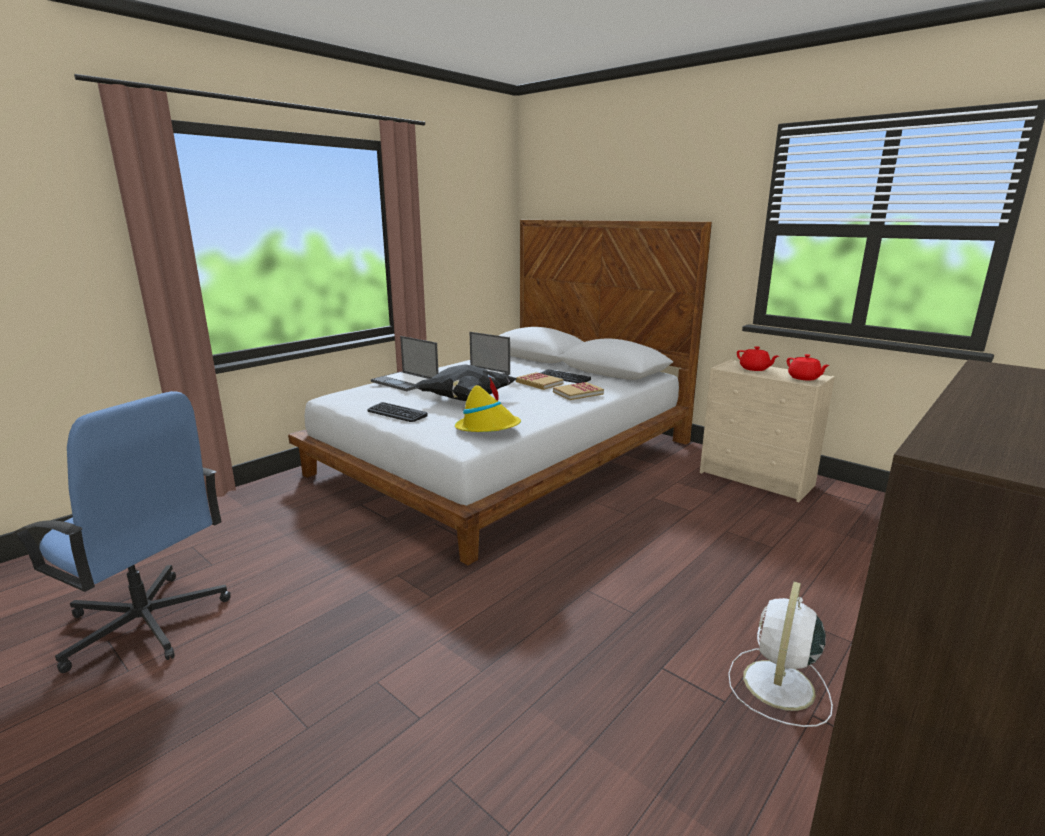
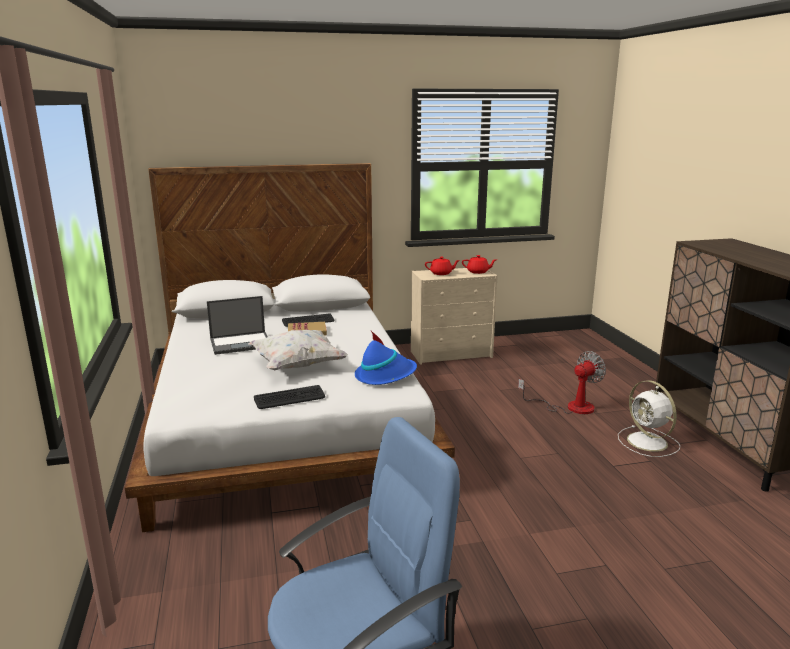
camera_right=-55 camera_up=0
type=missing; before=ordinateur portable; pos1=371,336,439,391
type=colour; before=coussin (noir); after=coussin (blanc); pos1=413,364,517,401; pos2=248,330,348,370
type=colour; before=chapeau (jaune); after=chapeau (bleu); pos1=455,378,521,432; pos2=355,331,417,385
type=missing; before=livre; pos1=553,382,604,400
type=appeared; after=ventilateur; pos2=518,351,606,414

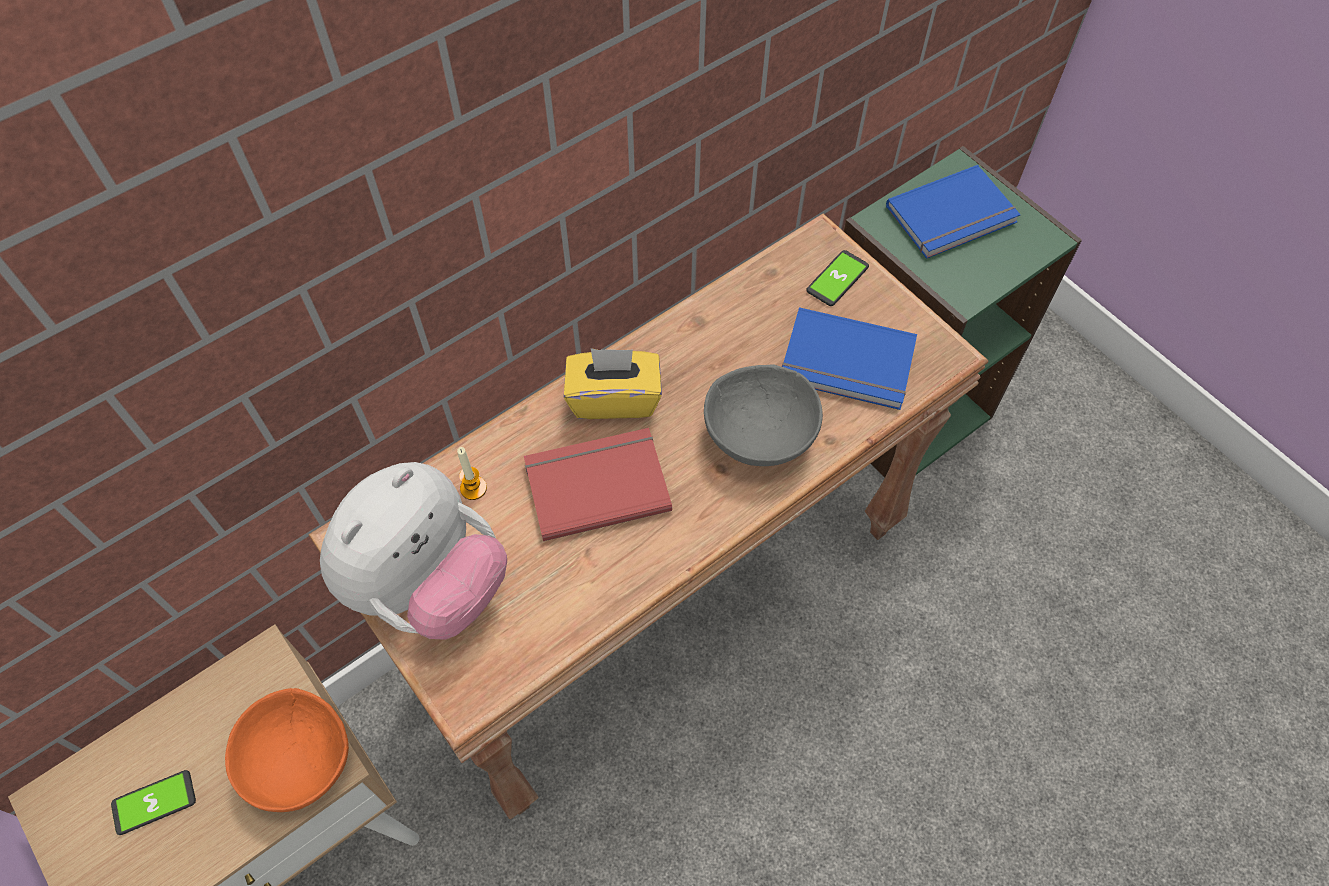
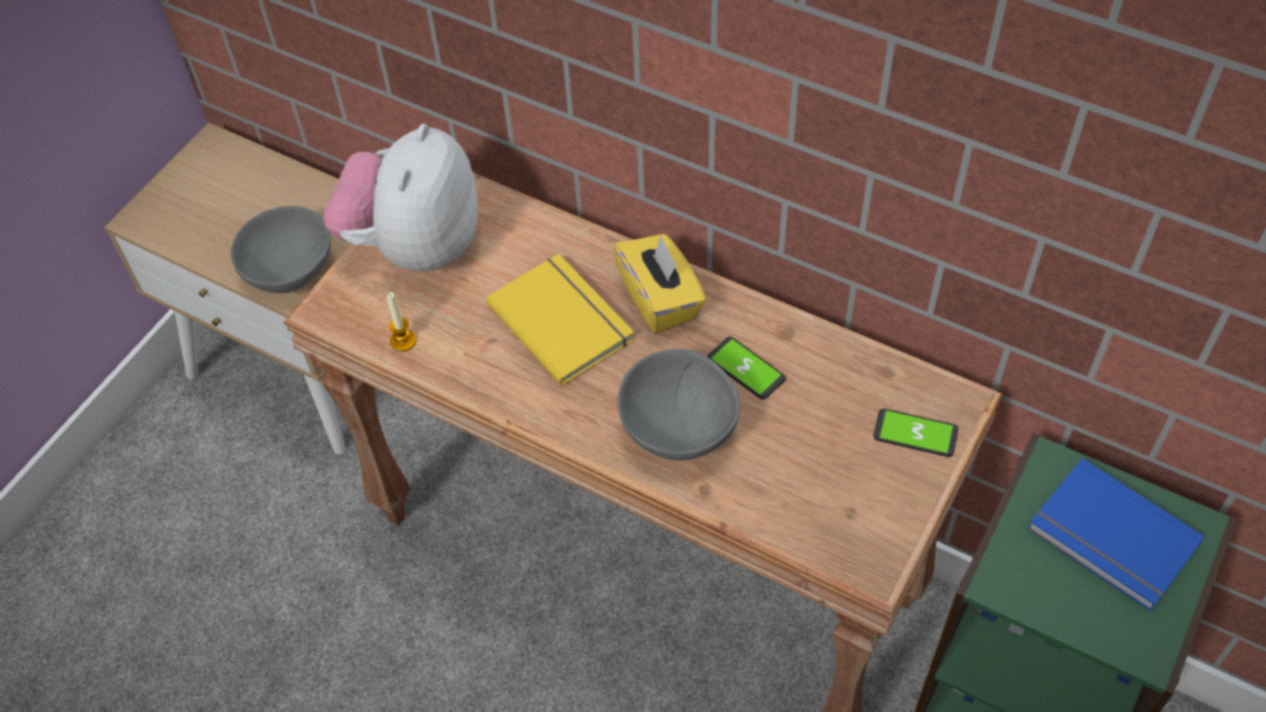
camera_right=70 camera_up=-5
type=missing; before=livre (bleu); pos1=782,307,917,410
type=colour; before=livre (rouge); after=livre (jaune); pos1=524,428,672,541; pos2=486,253,635,386
type=relocated; before=bougie; pos1=457,447,487,500; pos2=387,292,416,352
type=spun; before=peluche; pos1=320,462,507,640; pos2=323,124,478,272; turn=90
type=colour; before=bol (orange); after=bol (gris); pos1=225,688,349,812; pos2=231,206,331,293
type=relocated; before=téléphone; pos1=111,770,196,835; pos2=707,337,786,400

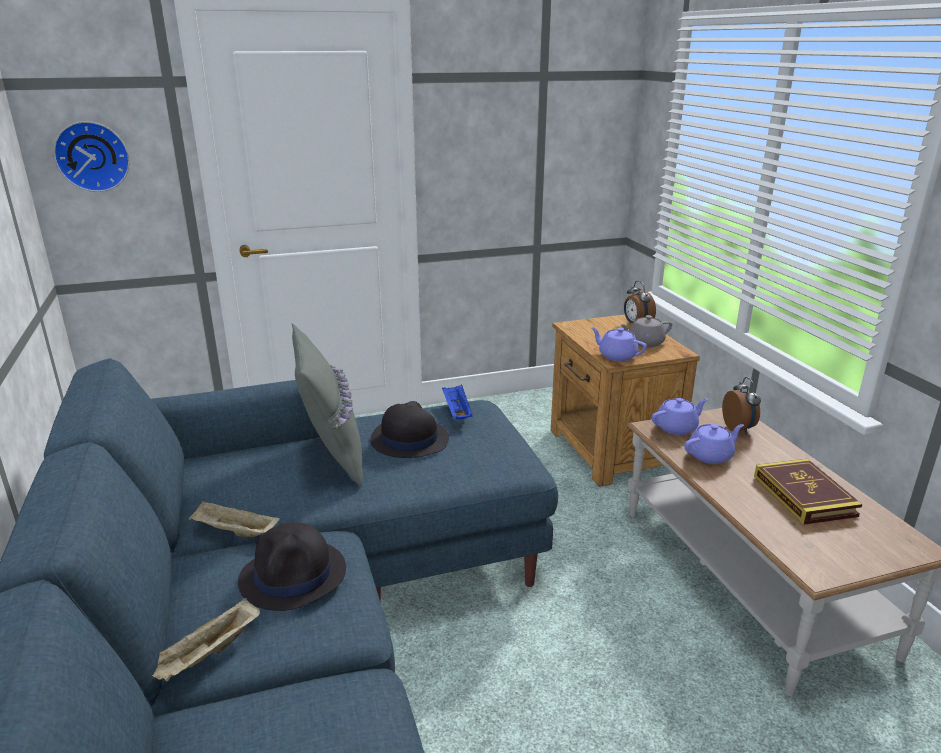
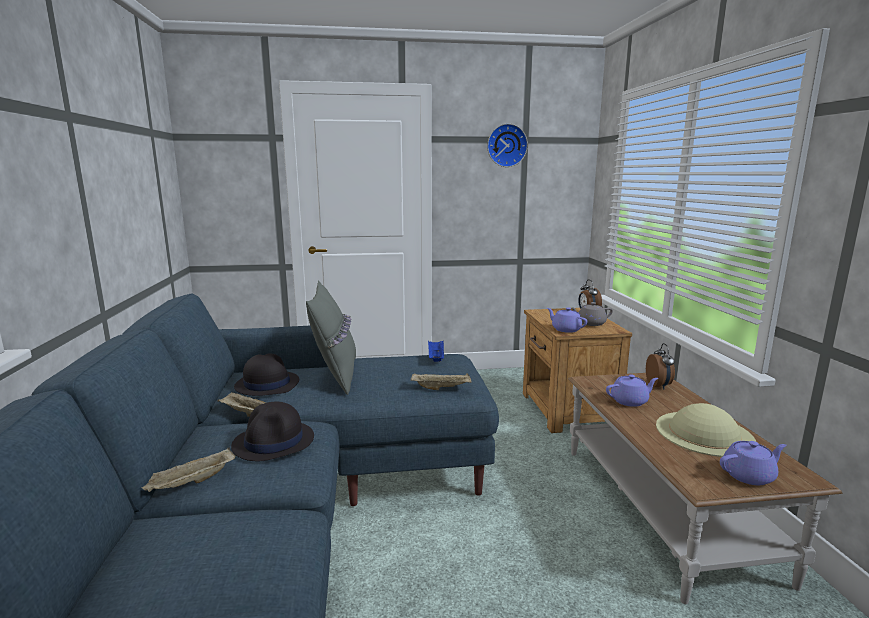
camera_right=10 camera_up=-10
type=relocated; before=horloge murale; pos1=53,121,130,192; pos2=487,124,528,167
type=relocated; before=théière (violet); pos1=652,398,708,435; pos2=720,441,787,485
type=relocated; before=chapeau (noir); pos1=370,401,449,458; pos2=234,353,299,396
type=exchanged; before=livre; after=chapeau (beige); pos1=754,459,862,525; pos2=656,403,756,457
type=appeared; after=plateau (beige); pos2=411,373,472,390

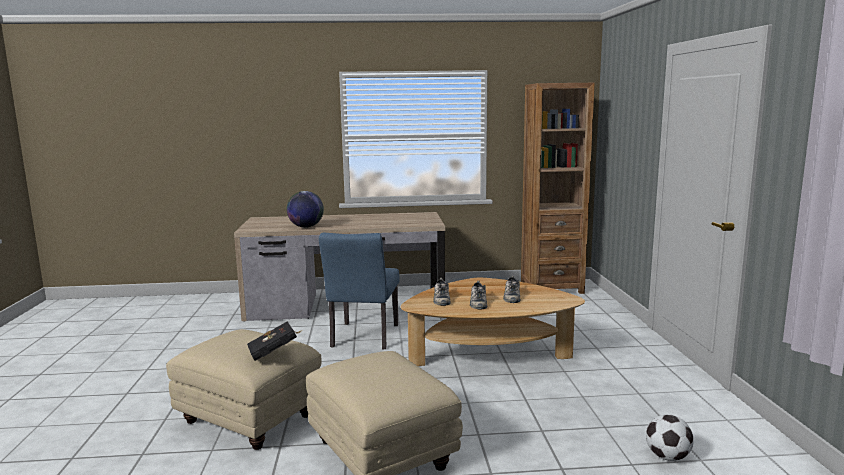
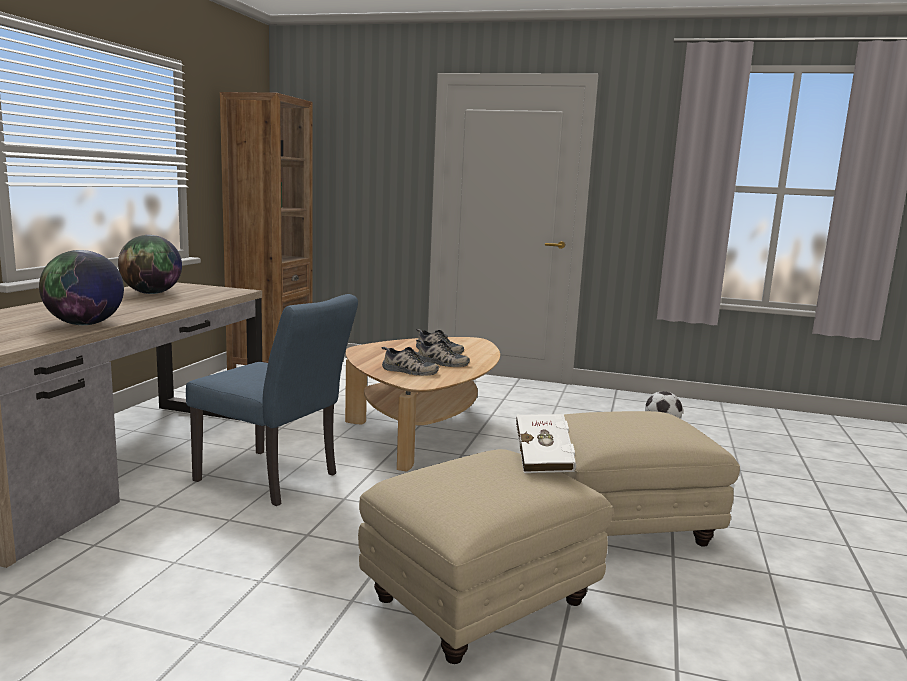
camera_right=-70 camera_up=0
type=colour; before=livre (noir); after=livre (blanc); pos1=247,321,302,361; pos2=516,414,576,473
type=appeared; after=globe; pos2=118,235,182,294

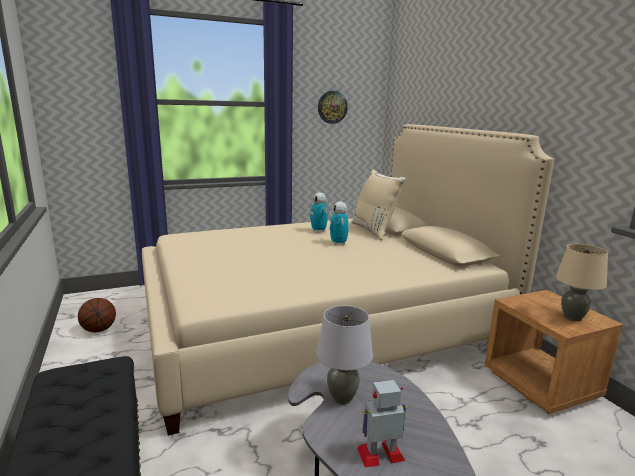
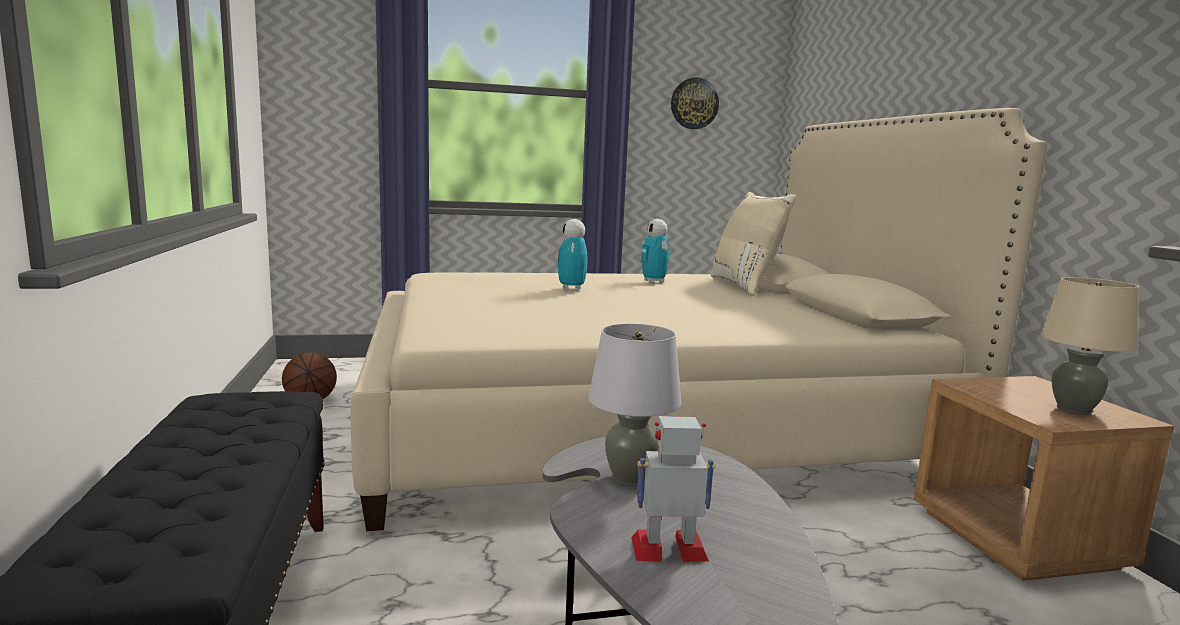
camera_right=10 camera_up=-5
type=relocated; before=robot jouet; pos1=329,202,349,245; pos2=557,219,587,290

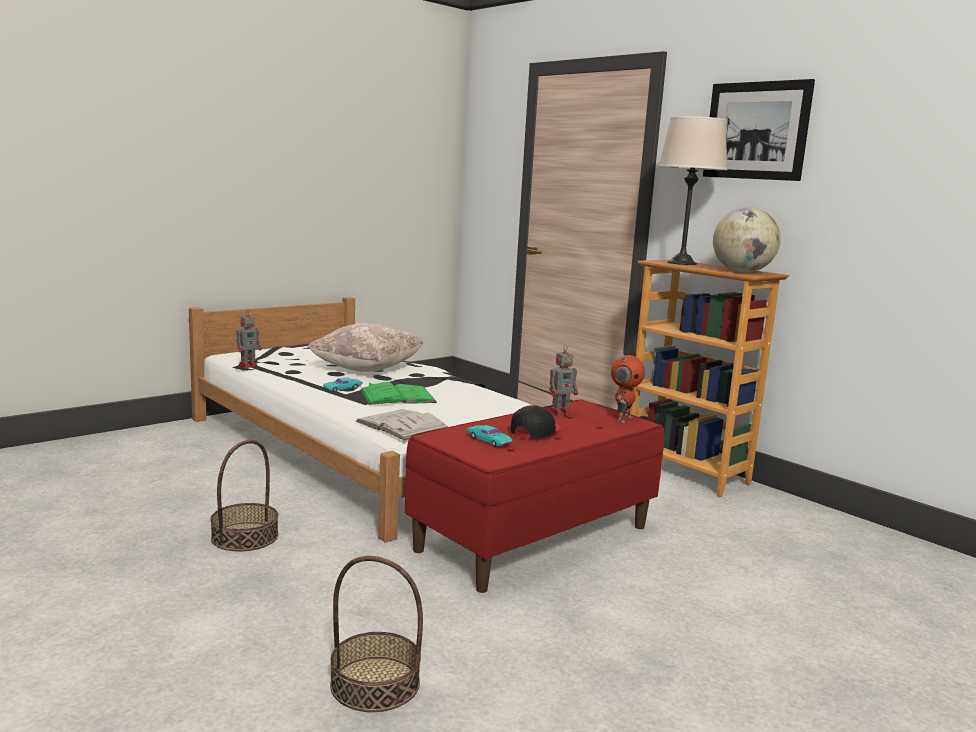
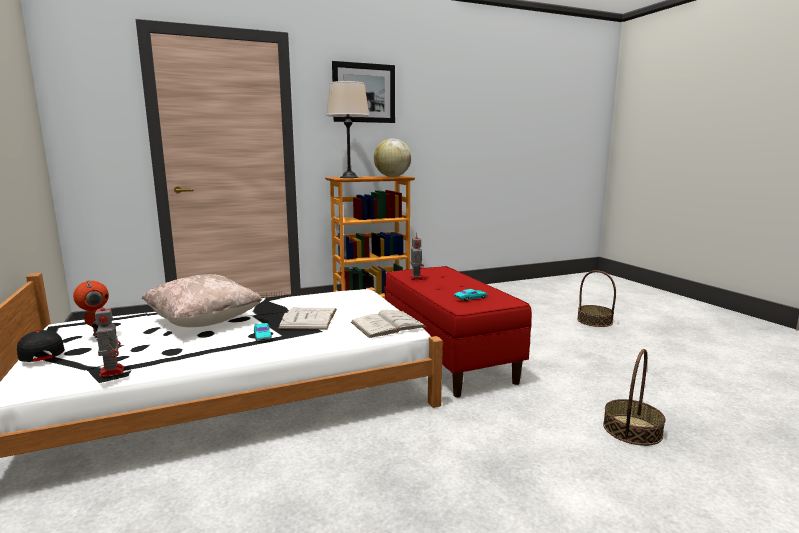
camera_right=-70 camera_up=0
type=relocated; before=robot jouet; pos1=611,352,645,423; pos2=73,280,109,341
type=colour; before=livre (vert); after=livre (blanc); pos1=360,382,437,405; pos2=278,308,337,329
type=relocated; before=casquette (noir); pos1=510,405,562,438; pos2=17,330,65,362
type=relocated; before=panier; pos1=210,440,279,552; pos2=577,270,616,327

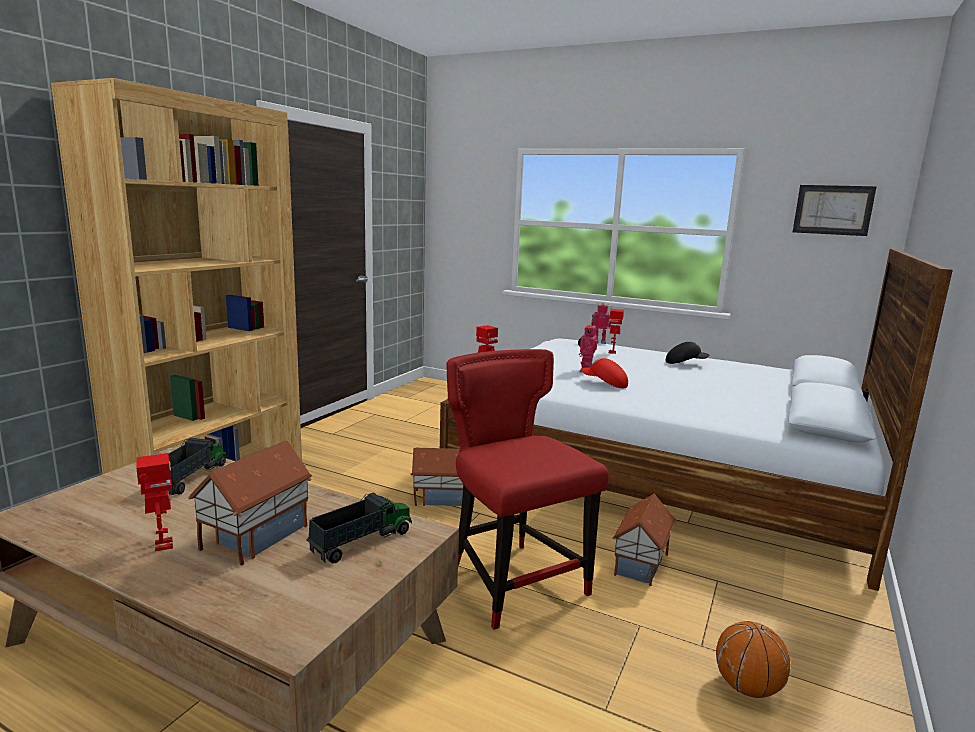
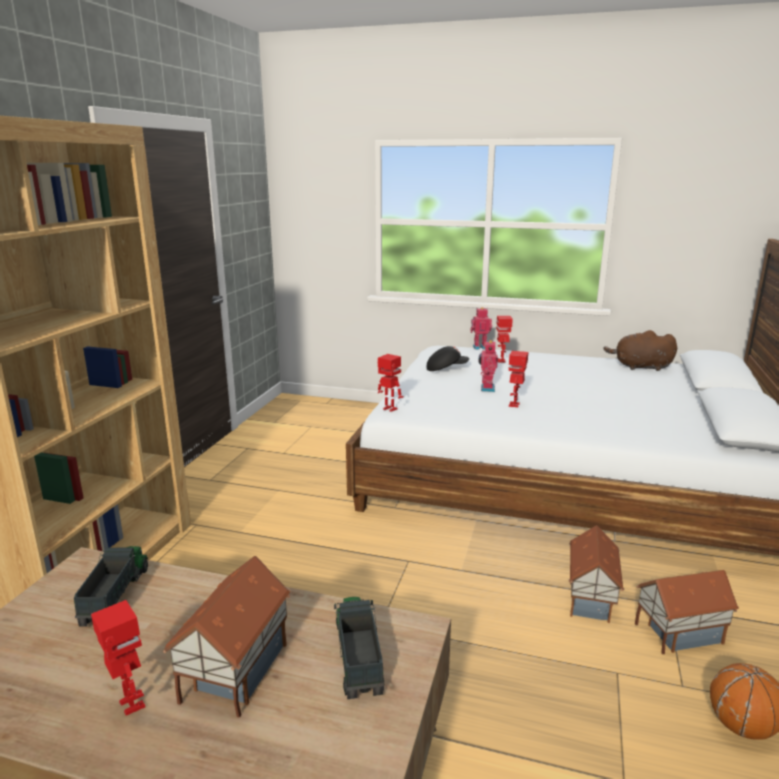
camera_right=-10 camera_up=5
type=missing; before=tableau; pos1=793,185,877,236
type=relocated; before=casquette (noir); pos1=665,342,709,364; pos2=427,346,469,371
type=missing; before=chaise (rouge); pos1=447,349,609,630
type=exchanged; before=casquette (rouge); after=robot jouet; pos1=582,358,628,388; pos2=508,351,528,407
type=relocated; before=maison miniature; pos1=410,448,463,506; pos2=635,570,739,654
type=spun; before=camion jouet; pos1=306,492,412,563; pos2=334,597,384,699; turn=-45
type=appeared; after=peluche (marron); pos2=604,330,677,371

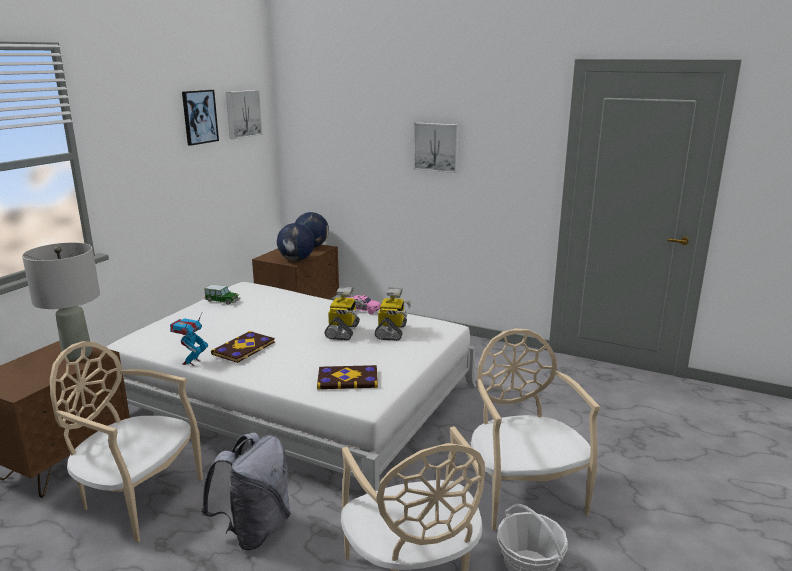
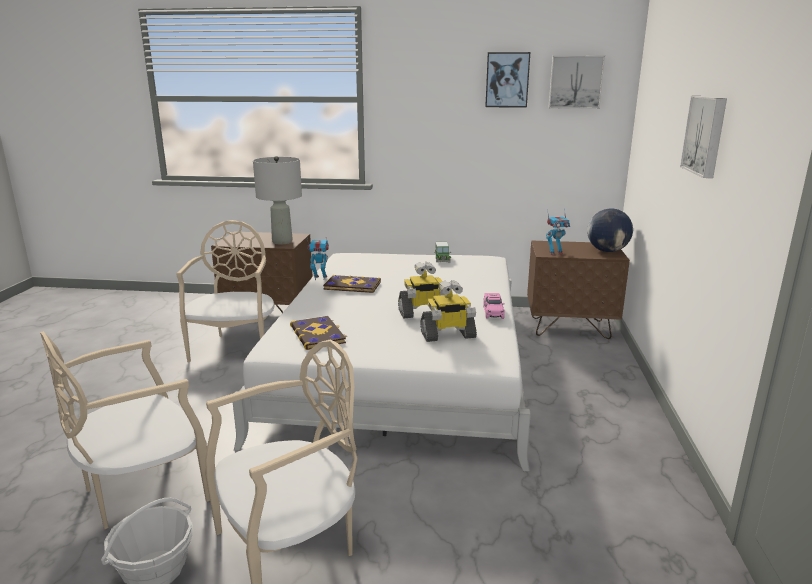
camera_right=70 camera_up=0
type=exchanged; before=globe; after=robot jouet; pos1=277,223,315,261; pos2=546,208,570,255
type=missing; before=sac à dos (gris); pos1=201,432,291,550

